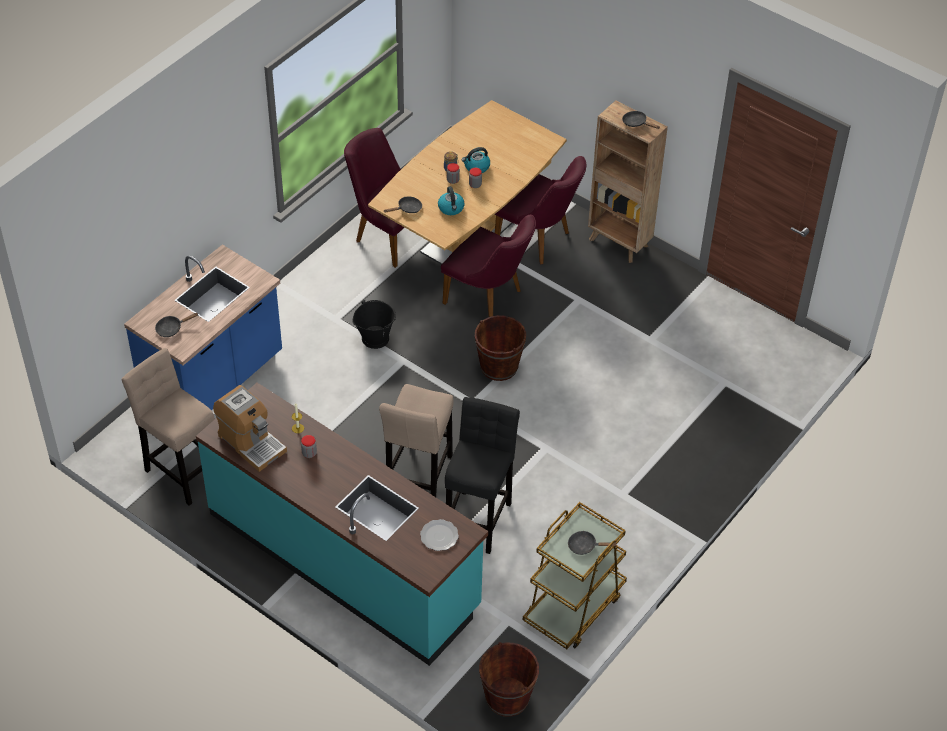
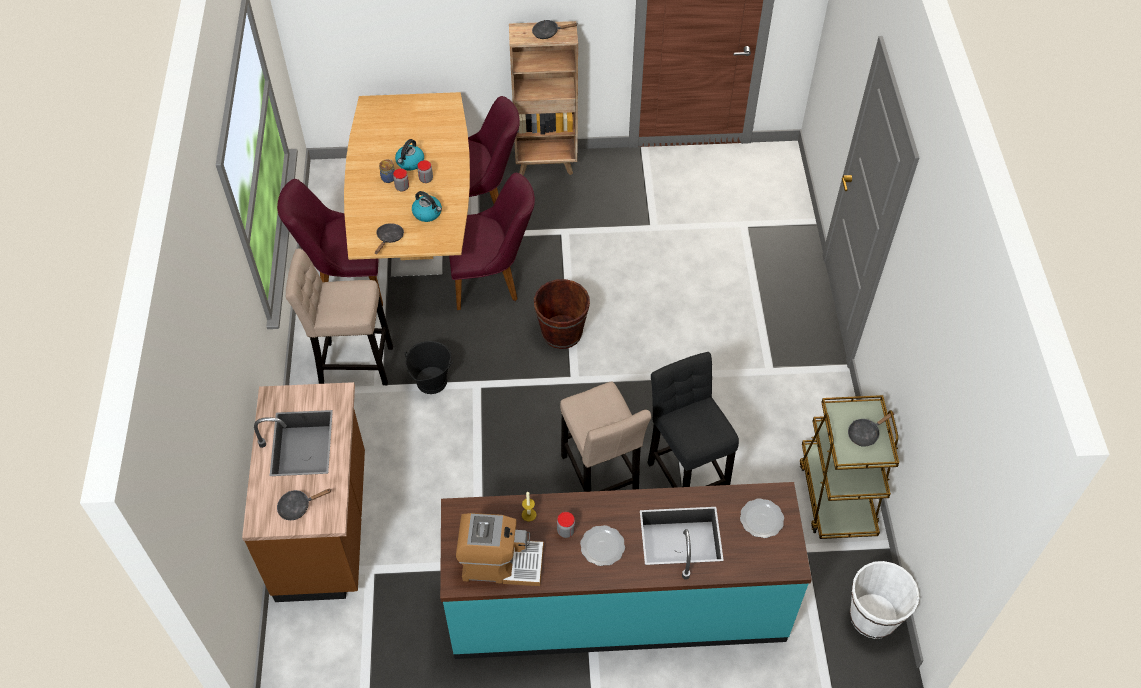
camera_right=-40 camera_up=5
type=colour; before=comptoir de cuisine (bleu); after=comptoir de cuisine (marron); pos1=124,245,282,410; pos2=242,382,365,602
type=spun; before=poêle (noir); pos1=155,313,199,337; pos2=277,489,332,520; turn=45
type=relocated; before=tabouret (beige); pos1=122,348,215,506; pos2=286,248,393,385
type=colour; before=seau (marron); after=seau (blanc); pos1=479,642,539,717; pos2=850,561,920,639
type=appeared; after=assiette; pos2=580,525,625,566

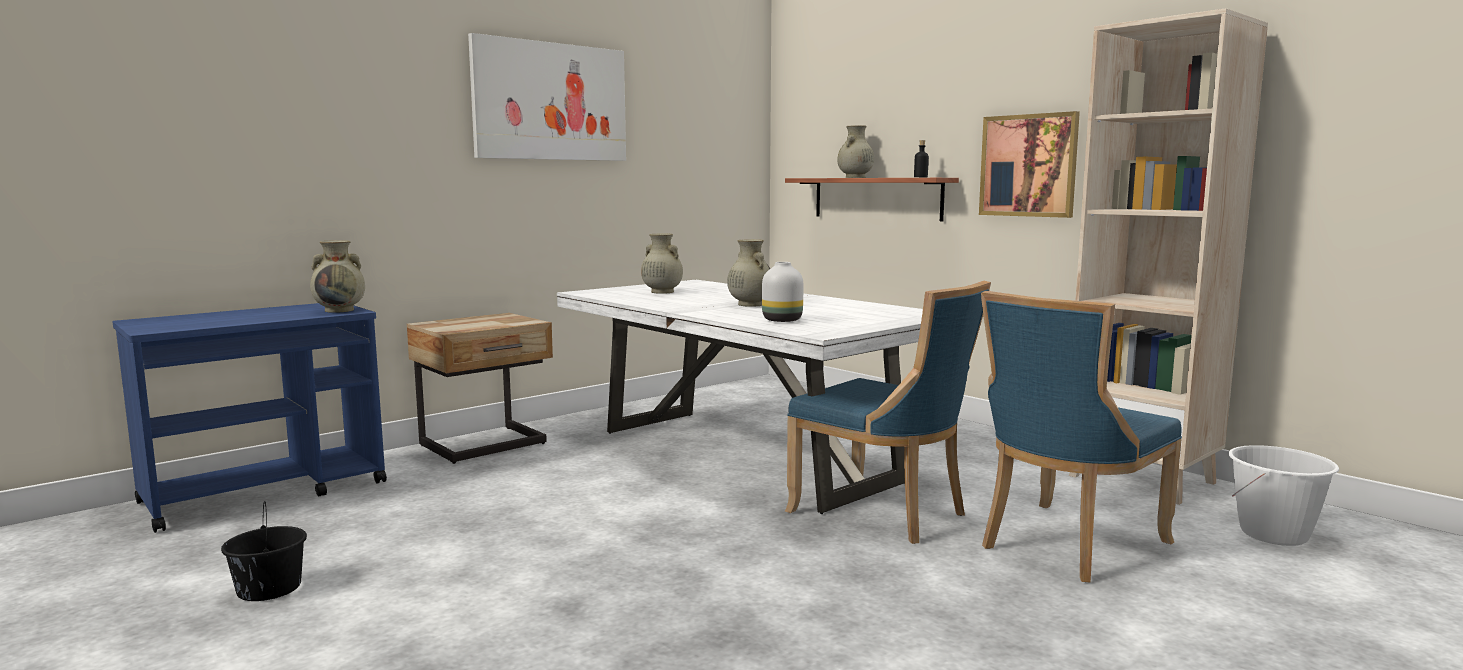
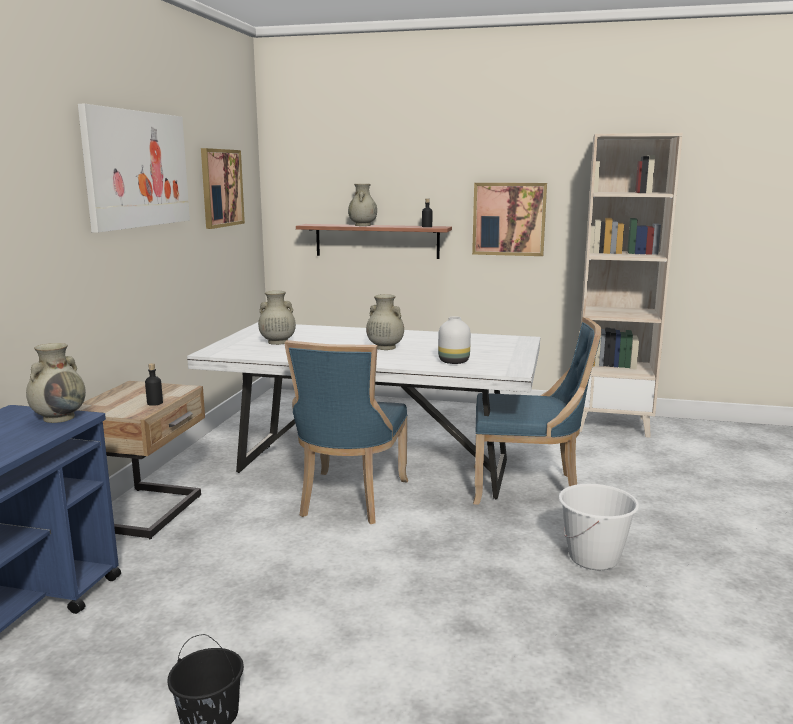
camera_right=-35 camera_up=5
type=relocated; before=chaise (bleu); pos1=981,291,1182,583; pos2=284,340,408,524
type=relocated; before=seau (blanc); pos1=1228,445,1339,546; pos2=559,484,639,570
type=appeared; after=tableau; pos2=201,148,245,229
type=appeared; after=bouteille (noir); pos2=145,363,163,406

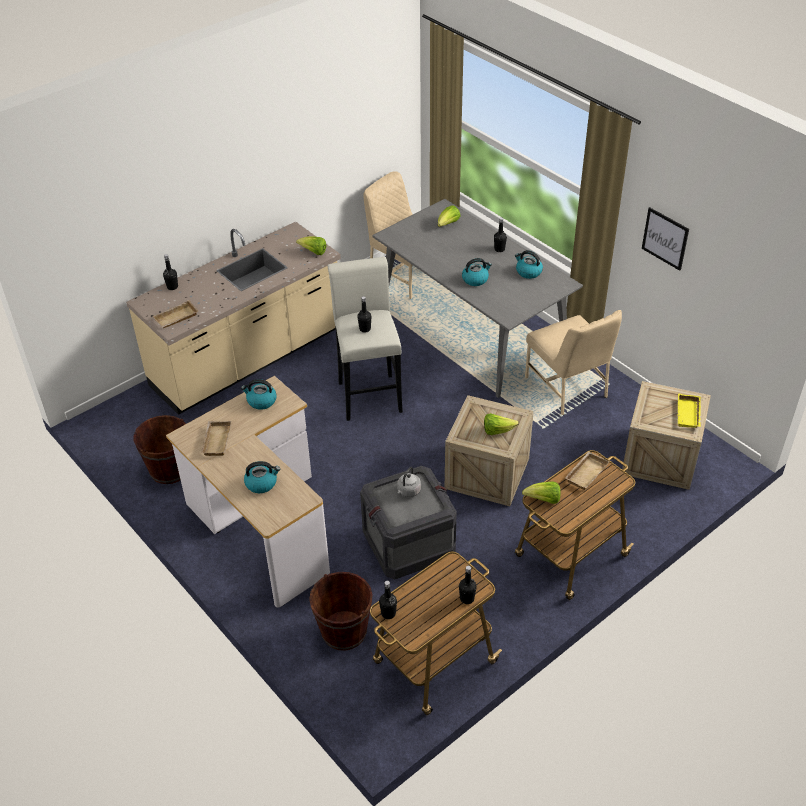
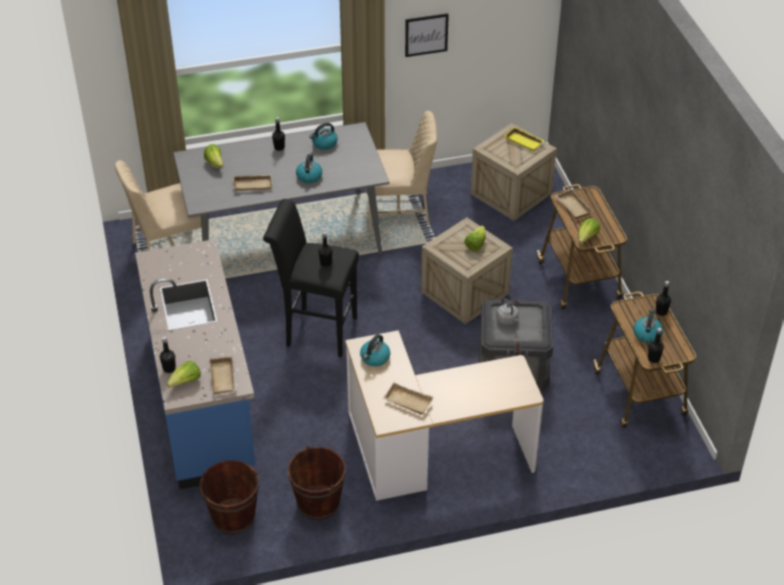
camera_right=-65 camera_up=0
type=colour; before=comptoir de cuisine (beige); after=comptoir de cuisine (bleu); pos1=126,222,341,415; pos2=135,239,255,489
type=relocated; before=laitue; pos1=296,236,327,255; pos2=167,361,201,387
type=colour; before=tabouret (blanc); after=tabouret (noir); pos1=328,257,403,421; pos2=263,199,359,357
type=relocated; before=bouilloire; pos1=244,461,280,493; pos2=633,310,663,343
type=relocated; before=seau (marron); pos1=309,572,373,651; pos2=200,460,259,534
type=appeared; after=plateau (beige); pos2=233,174,272,191

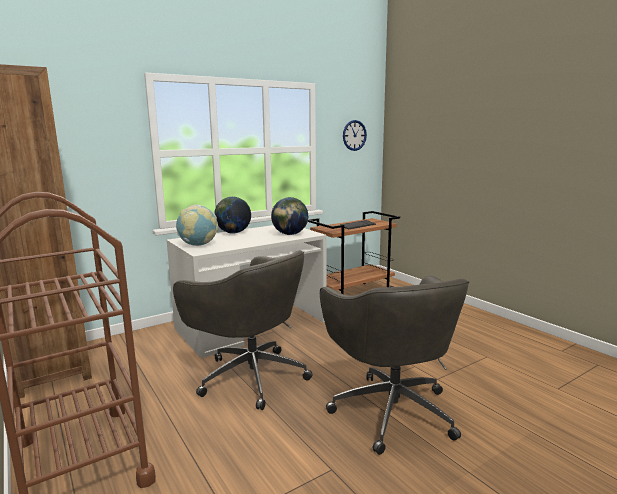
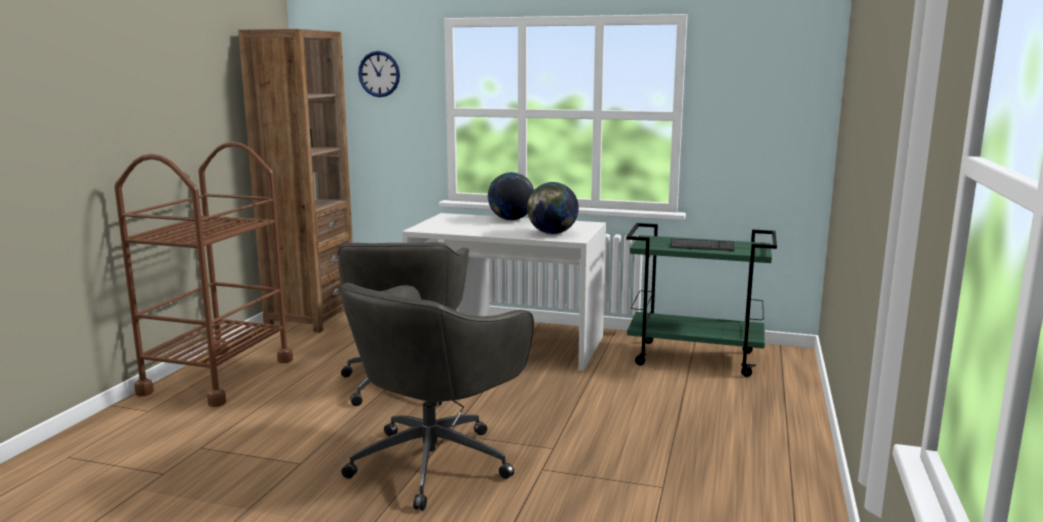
camera_right=50 camera_up=0
type=relocated; before=horloge murale; pos1=343,120,367,151; pos2=358,51,400,97
type=missing; before=globe; pos1=176,205,218,246
type=colour; before=chariot (marron); after=chariot (vert); pos1=308,211,400,294; pos2=626,223,777,377

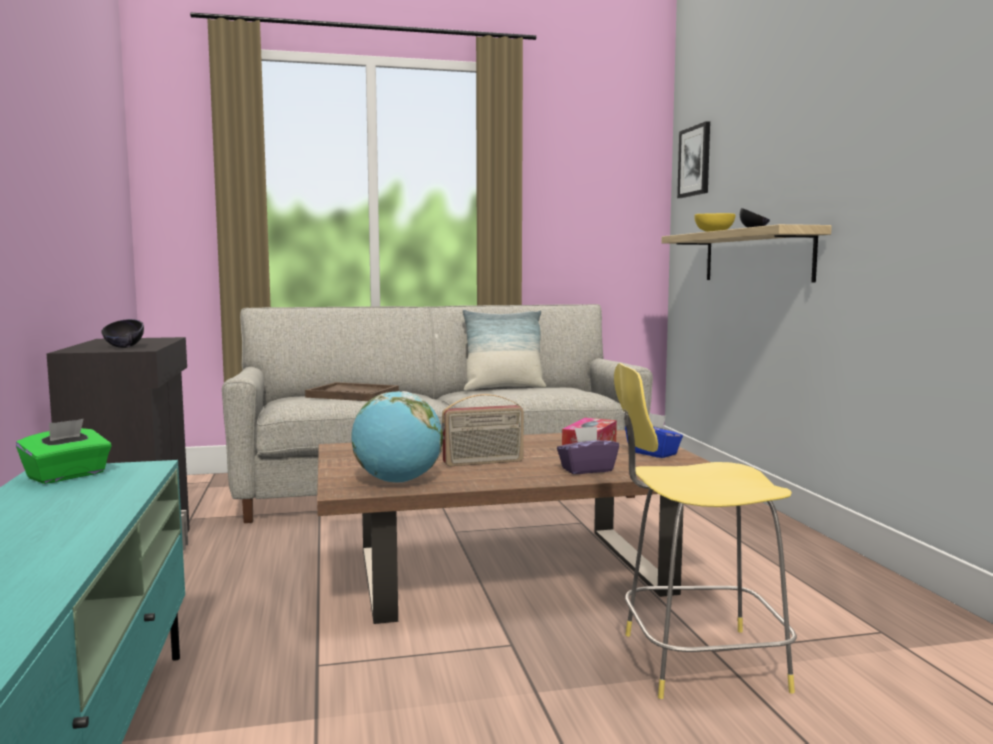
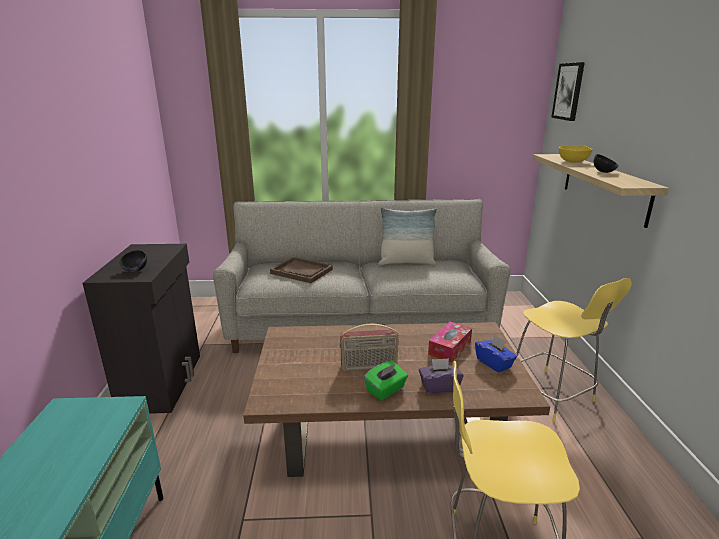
camera_right=10 camera_up=15
type=missing; before=globe; pos1=351,391,443,483
type=relocated; before=boîte à mouchoirs (vert); pos1=16,419,112,484; pos2=364,361,408,400
type=appeared; after=tabouret (jaune); pos2=516,278,632,422

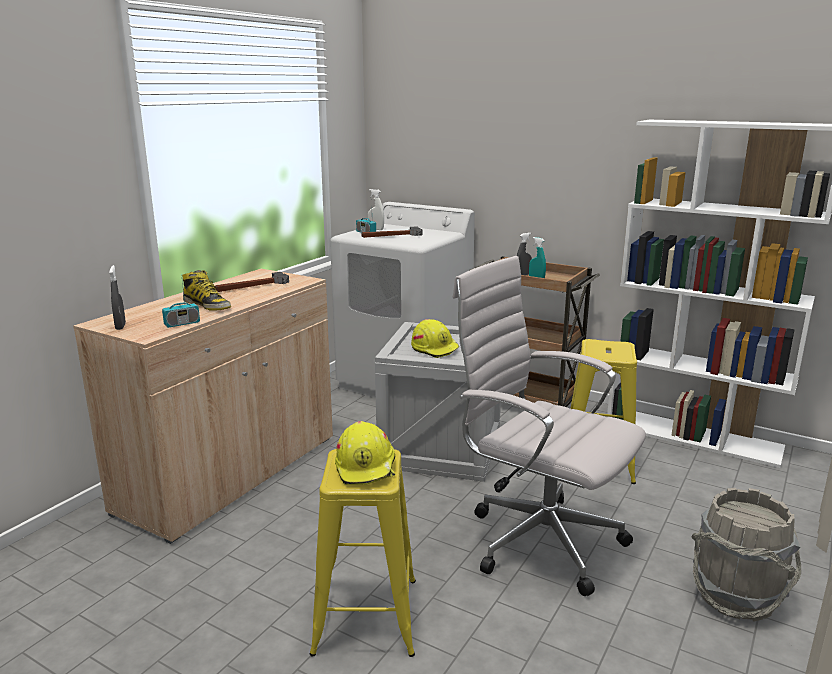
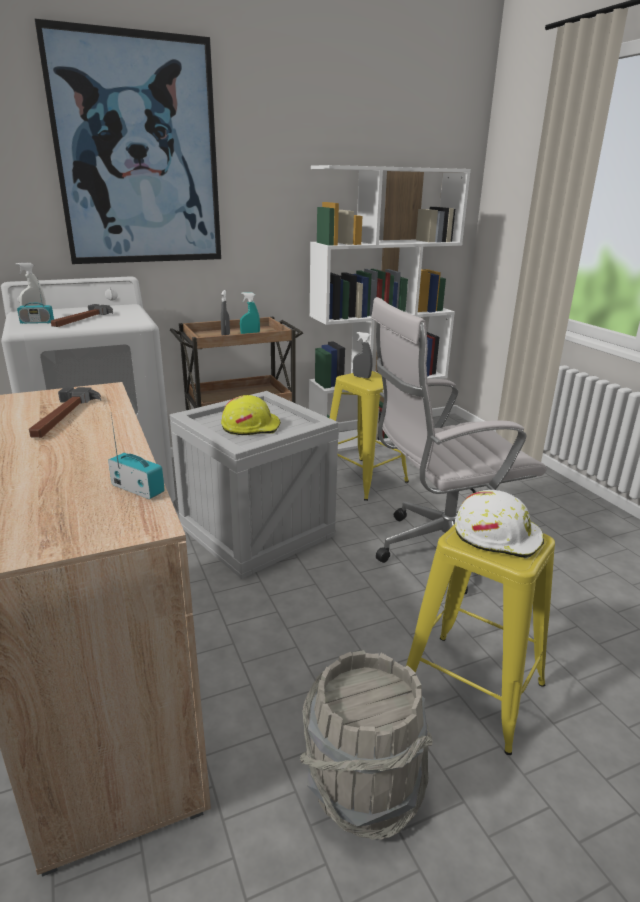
camera_right=-55 camera_up=5
type=relocated; before=vaporisateur (gris); pos1=109,265,126,330; pos2=353,332,373,378
type=missing; before=botte; pos1=182,270,231,311
type=spun; before=radio; pos1=162,274,200,328; pos2=108,415,165,499; turn=-60
type=colour; before=casque de chantier (jaune); after=casque de chantier (blanc); pos1=335,421,395,485; pos2=455,490,544,558
type=relocated; before=seau (gris); pos1=692,488,801,622; pos2=300,650,433,840
type=appeared; after=tableau; pos2=35,19,221,264

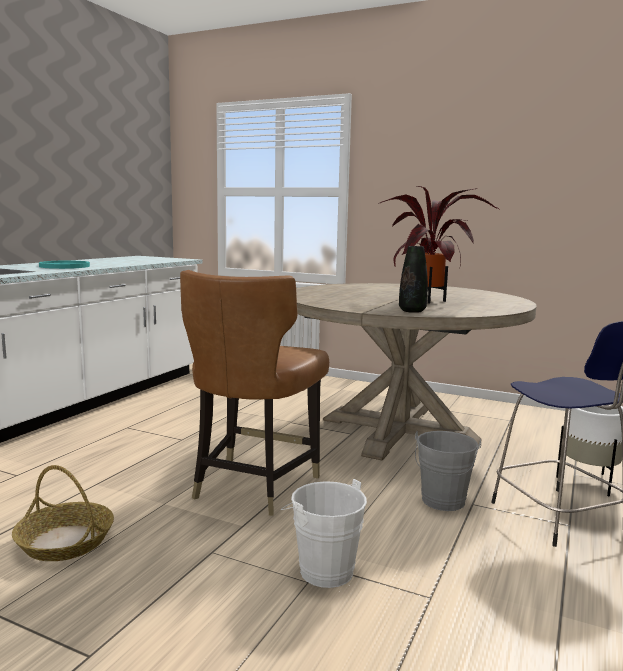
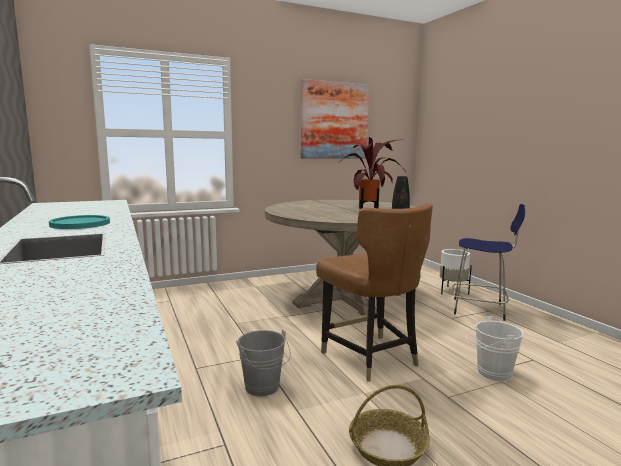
camera_right=-50 camera_up=0
type=relocated; before=seau (gris); pos1=415,431,481,511; pos2=236,329,291,397
type=appeared; after=tableau; pos2=301,79,369,158

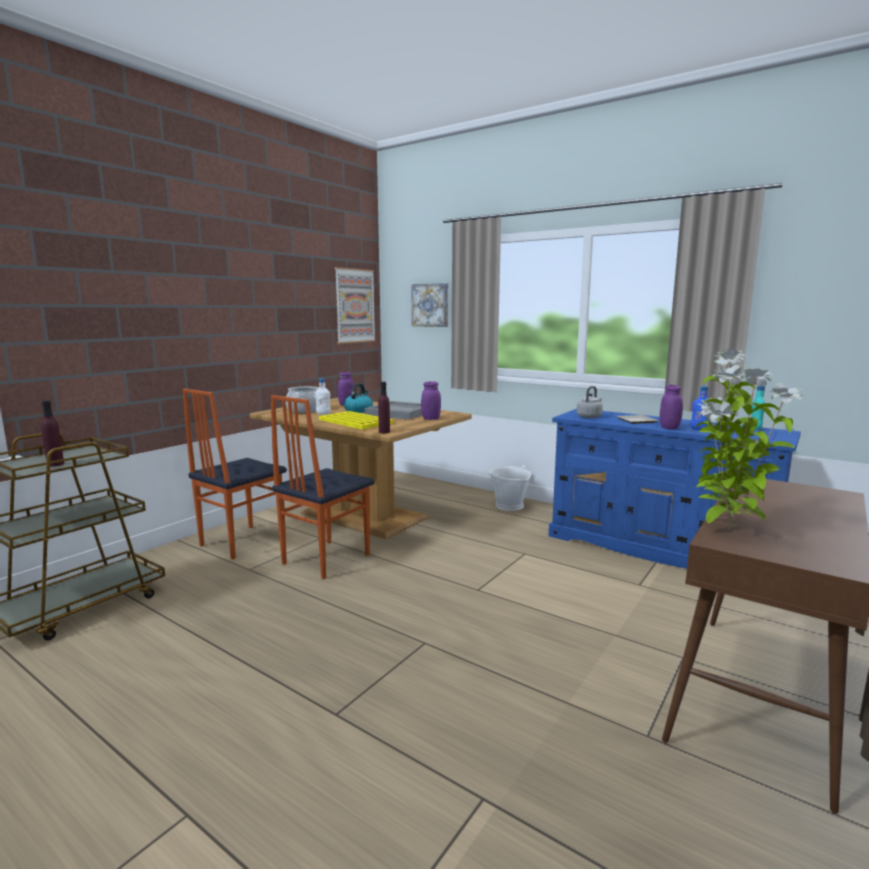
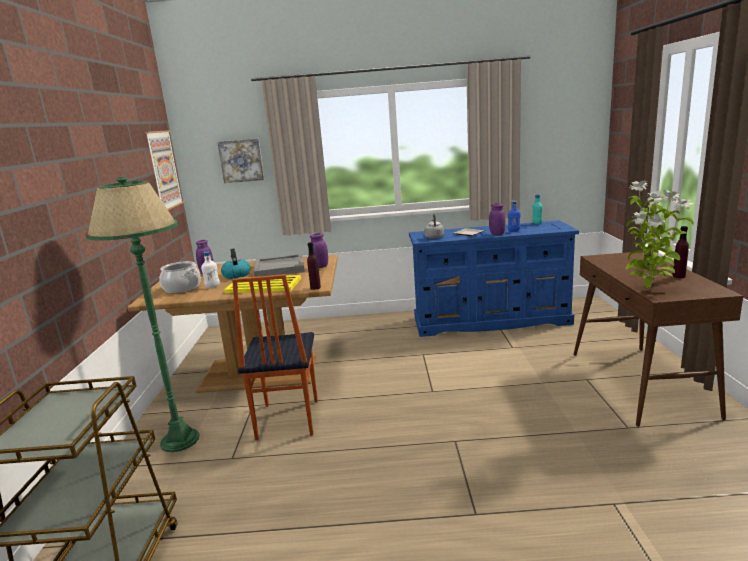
camera_right=-35 camera_up=5
type=exchanged; before=chaise; after=lampadaire (vert); pos1=183,389,287,559; pos2=86,176,199,452
type=relocated; before=bouteille (violet); pos1=41,400,64,467; pos2=673,226,689,278
type=missing; before=seau (blanc); pos1=489,465,531,511

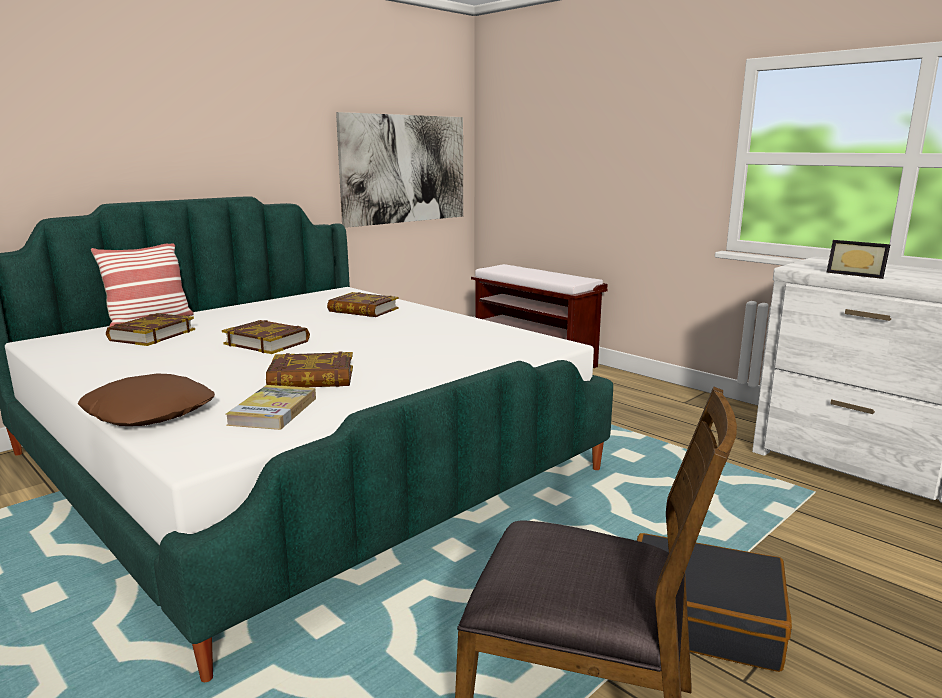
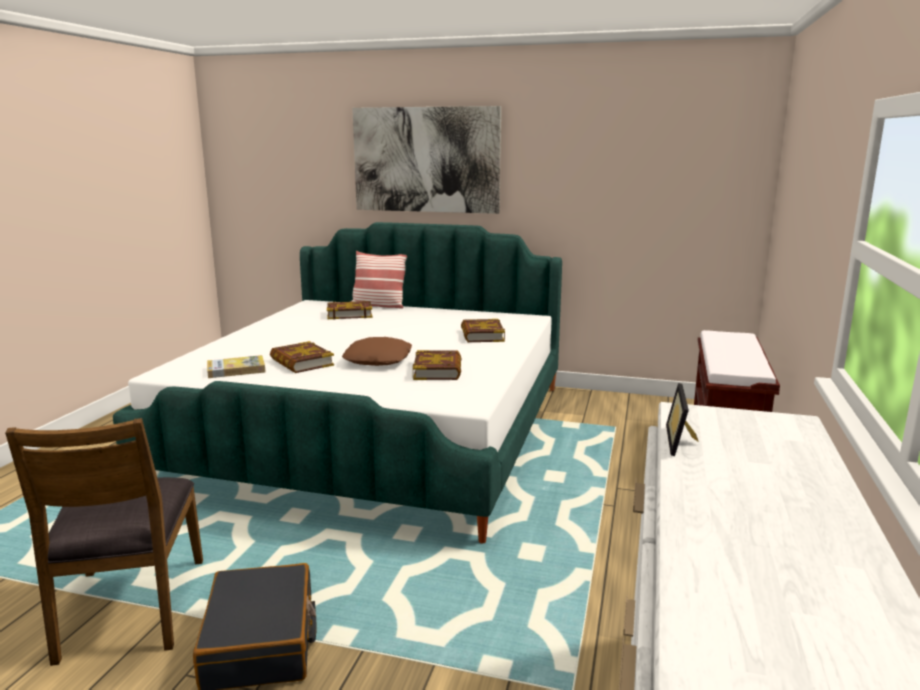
camera_right=60 camera_up=0
type=relocated; before=tableau; pos1=336,112,463,228; pos2=352,106,501,214
type=relocated; before=livre; pos1=222,320,310,354; pos2=413,350,461,380
type=relocated; before=coussin (marron); pos1=78,374,215,426; pos2=342,337,412,366

